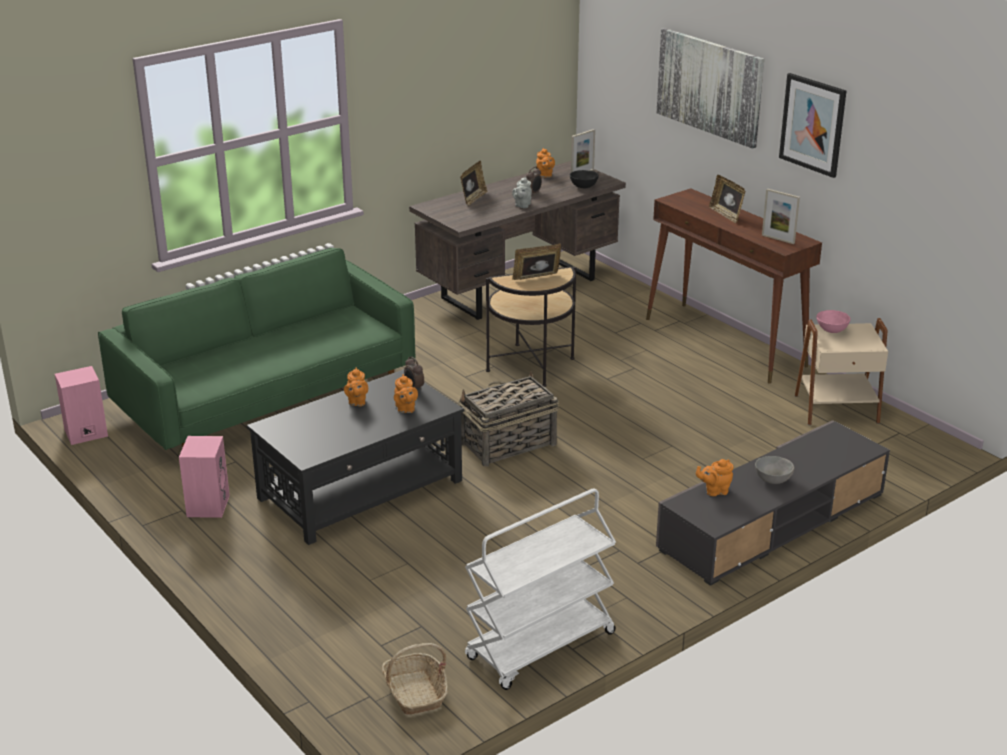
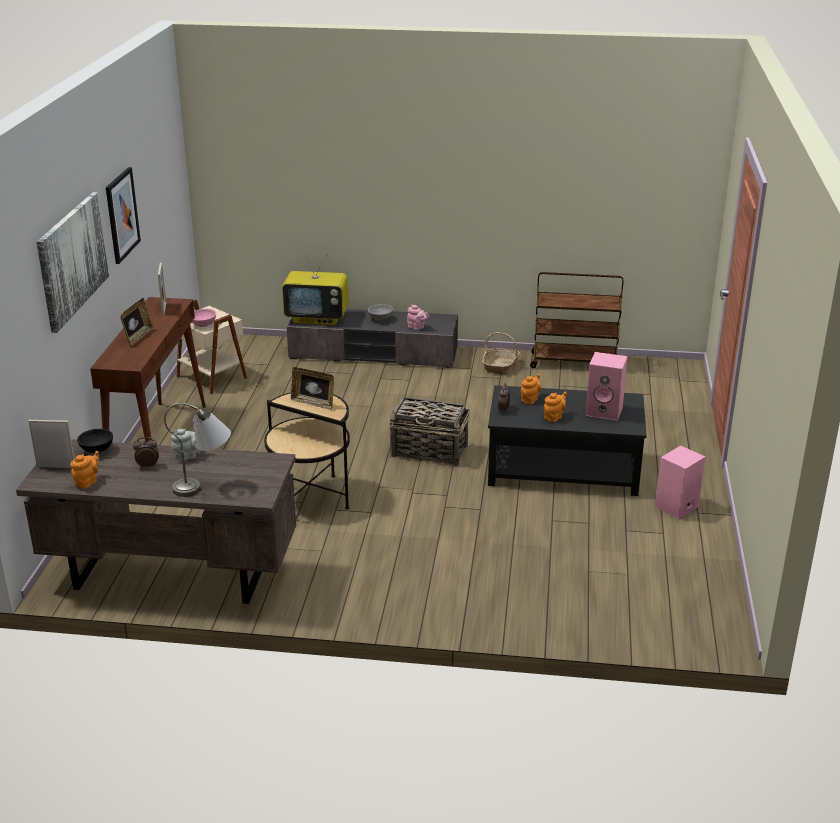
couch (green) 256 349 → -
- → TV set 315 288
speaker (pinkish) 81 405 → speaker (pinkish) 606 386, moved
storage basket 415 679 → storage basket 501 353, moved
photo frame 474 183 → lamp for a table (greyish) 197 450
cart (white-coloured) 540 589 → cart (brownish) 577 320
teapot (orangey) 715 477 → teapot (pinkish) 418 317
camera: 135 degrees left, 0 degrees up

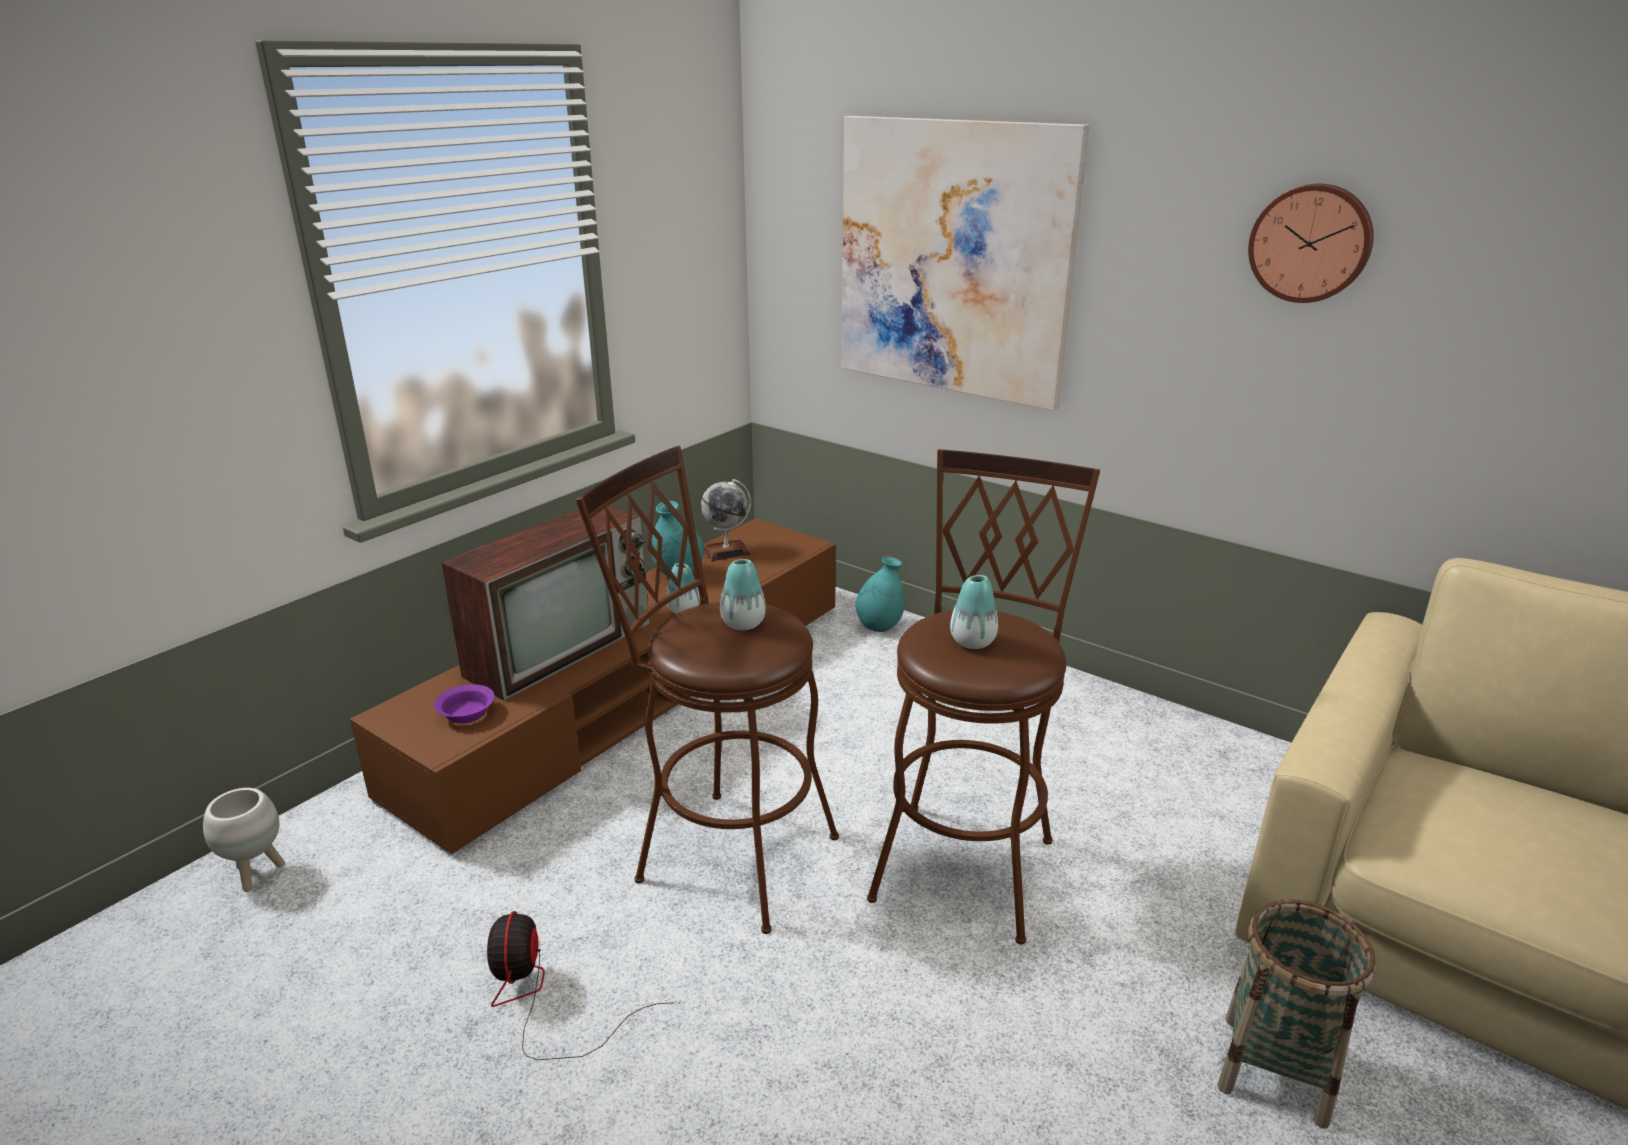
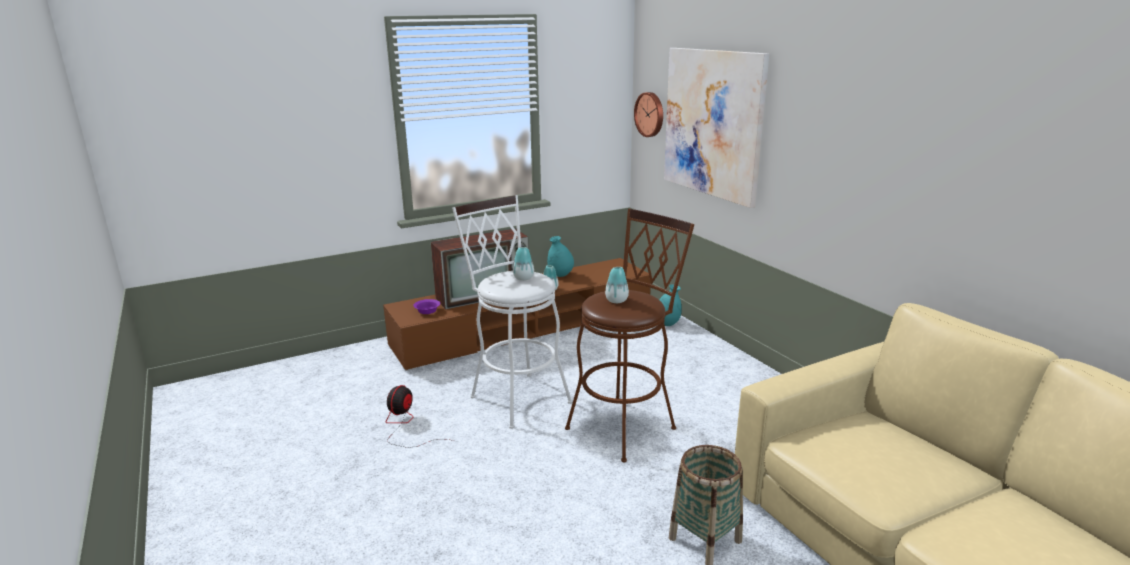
flower pot (white-coloured) 244 840 → -
globe 726 520 → -
hanging clock 1311 243 → hanging clock 648 114, moved
stool (brownish) 707 690 → stool (white-coloured) 512 312
camera: 25 degrees right, 5 degrees down

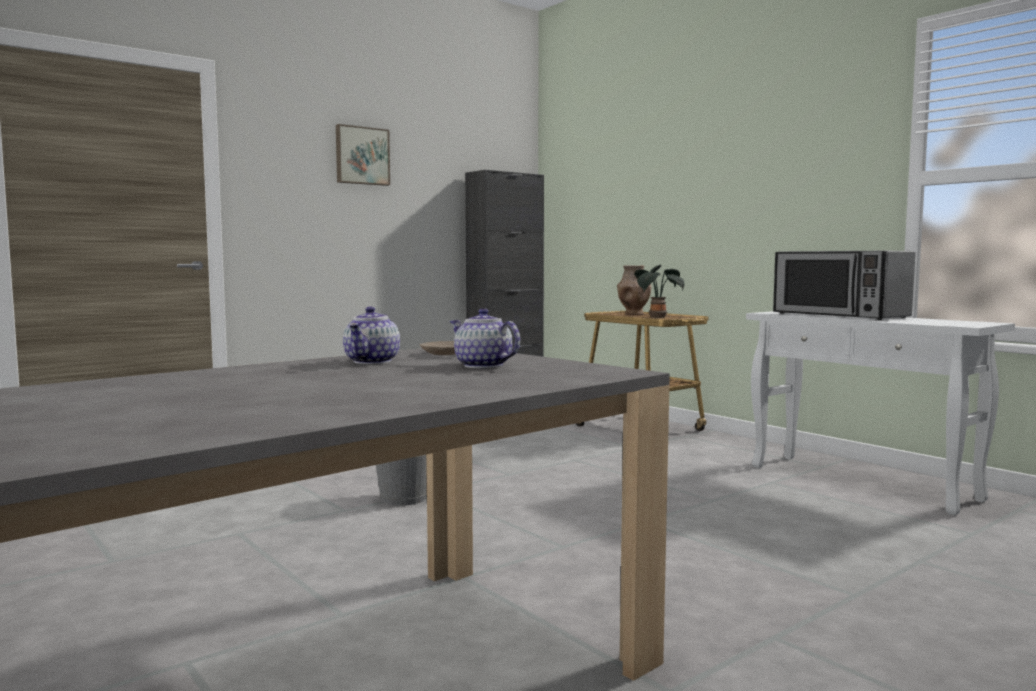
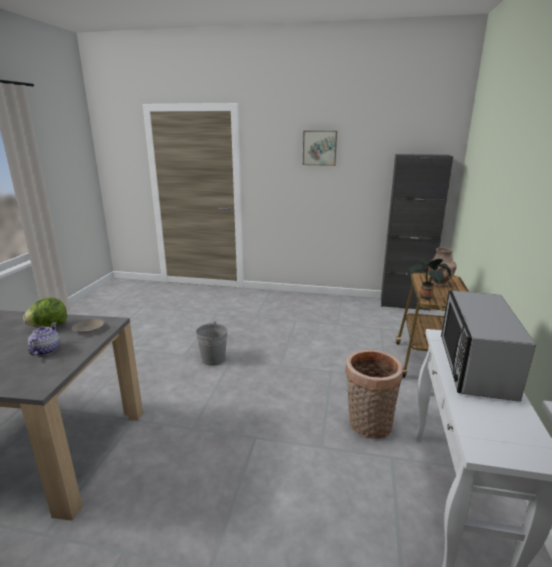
- → storage basket 374 394
teapot 371 335 → lettuce head 45 312
camera: 50 degrees right, 15 degrees up

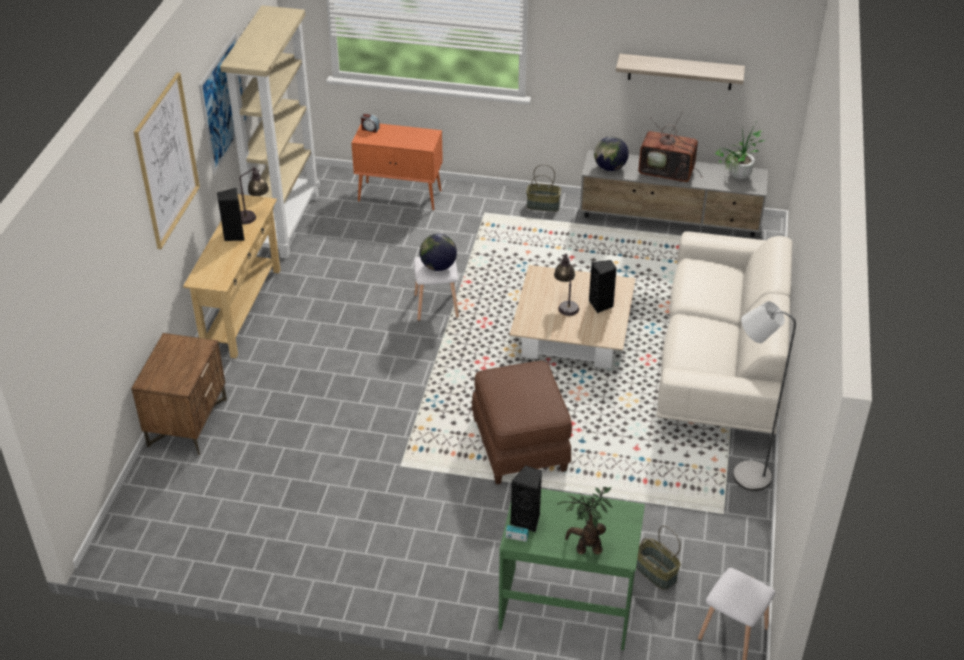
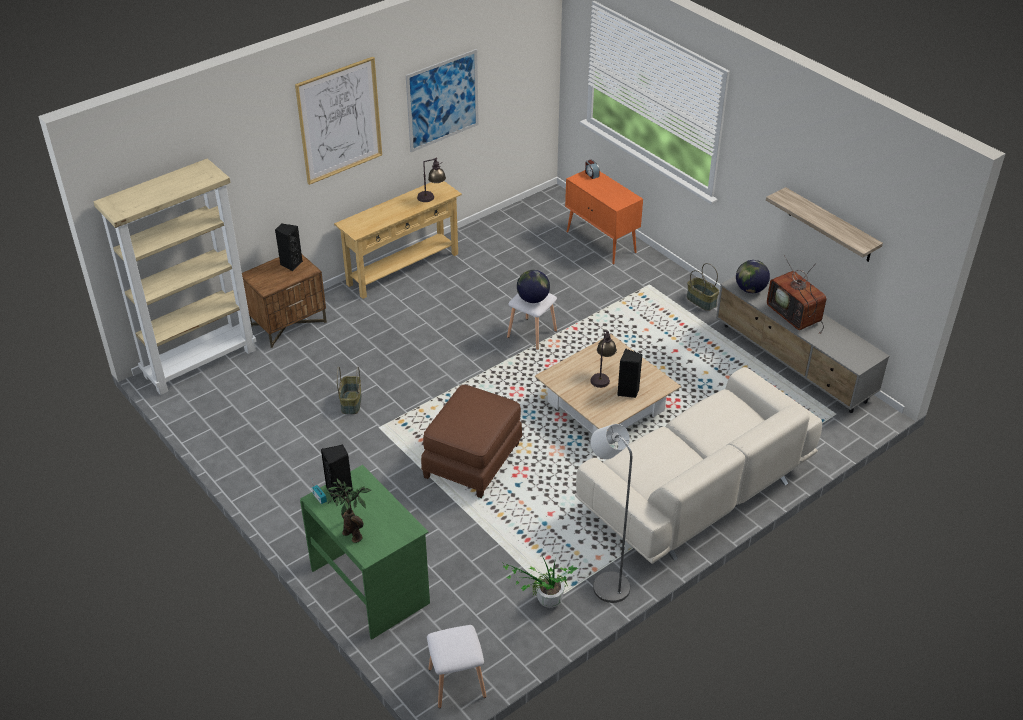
speaker (black) 231 214 → speaker (black) 289 247, moved
bookcase (beige-coloured) 270 132 → bookcase (beige-coloured) 175 277, moved
storage basket 658 558 → storage basket 349 390, moved
plant in a pot 739 151 → plant in a pot 540 582, moved
camera: 40 degrees right, 0 degrees up

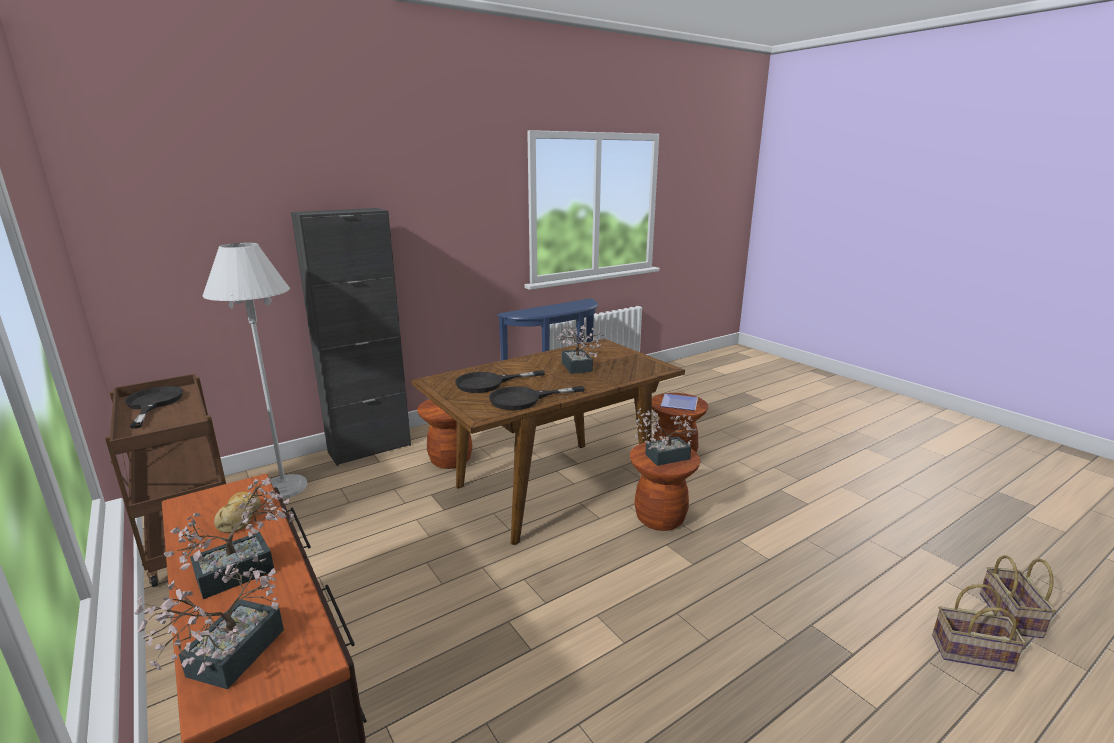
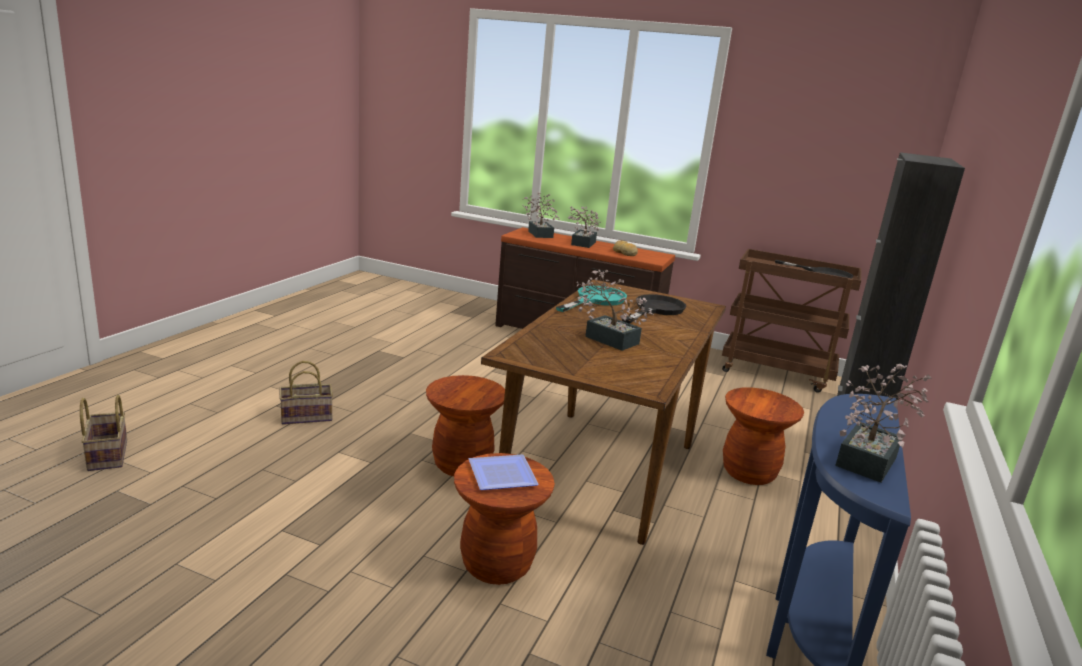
standing lamp (white-coloured) 255 371 → -
plant in a pot 666 437 → plant in a pot 883 423, moved
storage basket 979 628 → storage basket 306 393, moved
frying pan (black) 537 398 → frying pan (turquoise) 591 299
camera: 145 degrees right, 0 degrees up

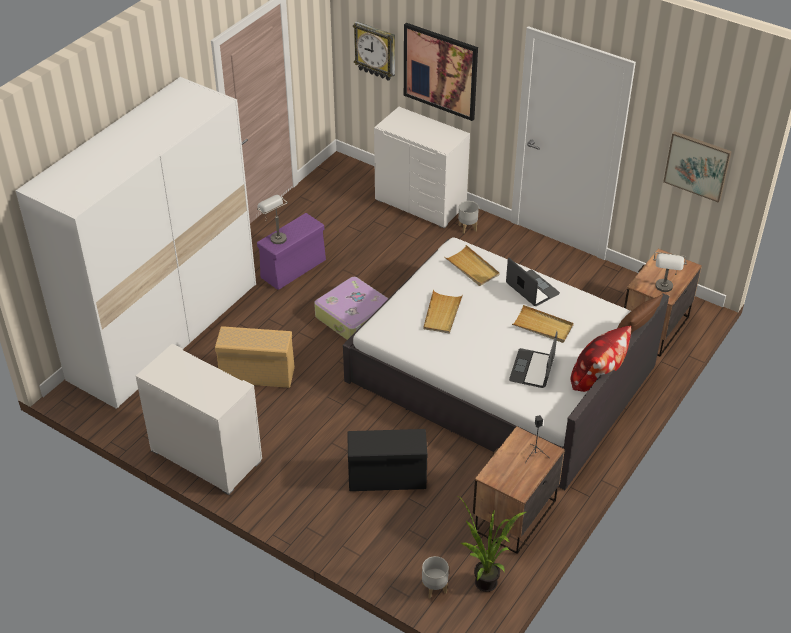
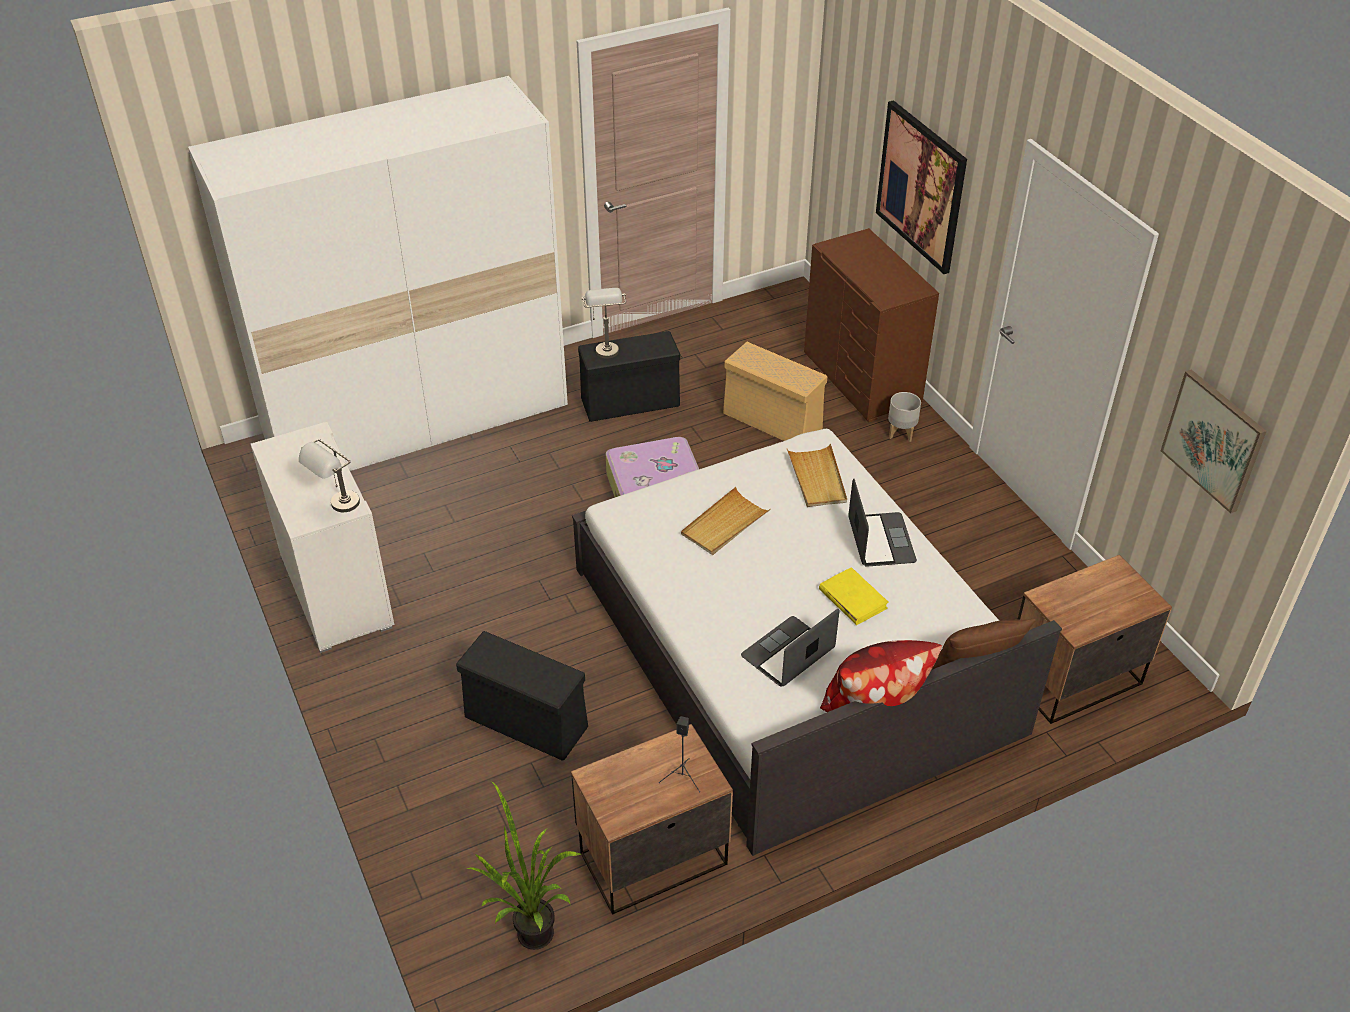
hanging clock 374 51 → -
flower pot (greyish) 435 577 → -
storage box (beige-coloured) 255 357 → storage box (beige-coloured) 775 391, moved
lamp for a table (greyish) 670 272 → lamp for a table (greyish) 329 475, moved
serving tray (beige-coloured) 543 324 → book (yellow-coloured) 854 596
storage box (purple-coloured) 291 251 → storage box (black) 629 376
dresser (white-coloured) 422 168 → dresser (brownish) 871 325
camera: 30 degrees right, 0 degrees up

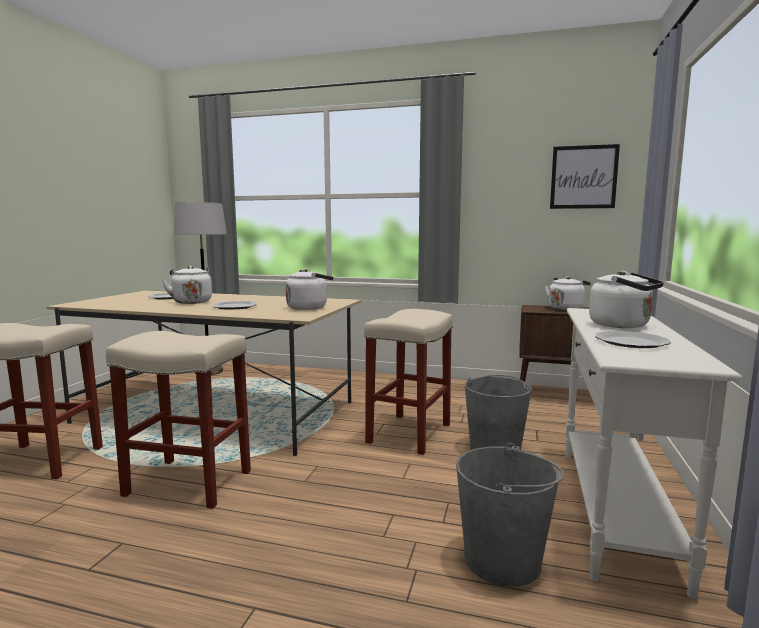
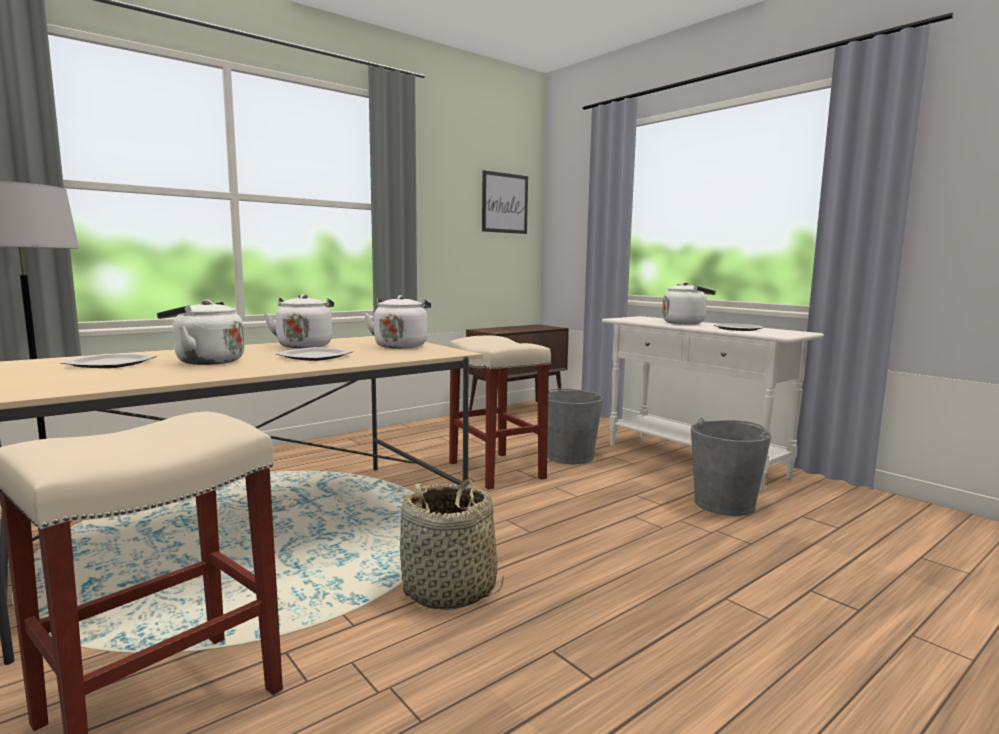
kettle (white-coloured) 567 293 → kettle (white-coloured) 299 321, moved
stool (beige-coloured) 178 420 → storage basket 452 544
camera: 55 degrees left, 0 degrees up

